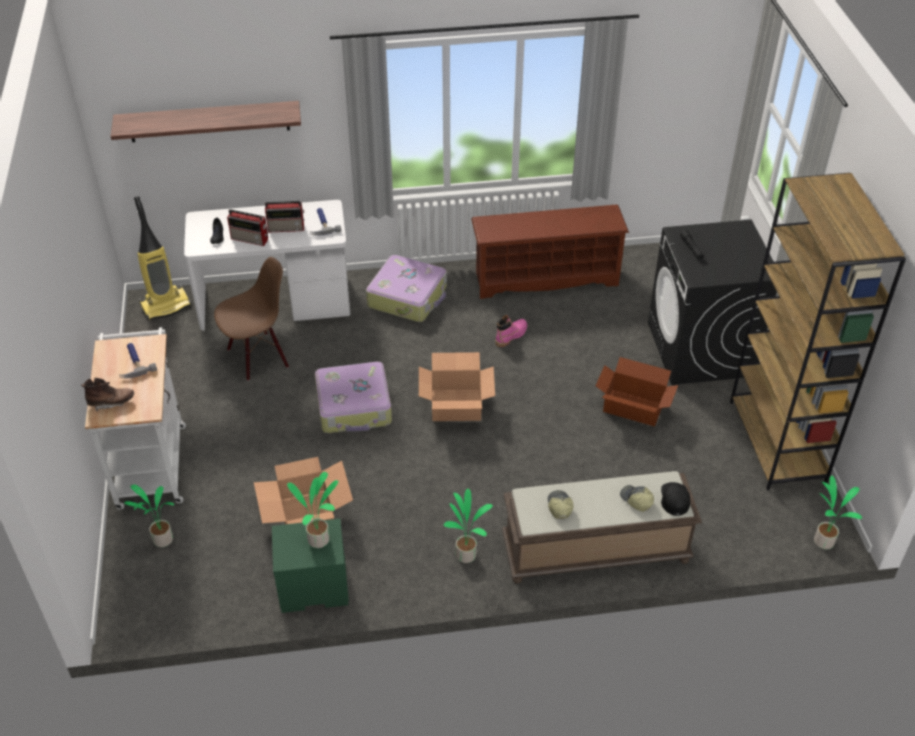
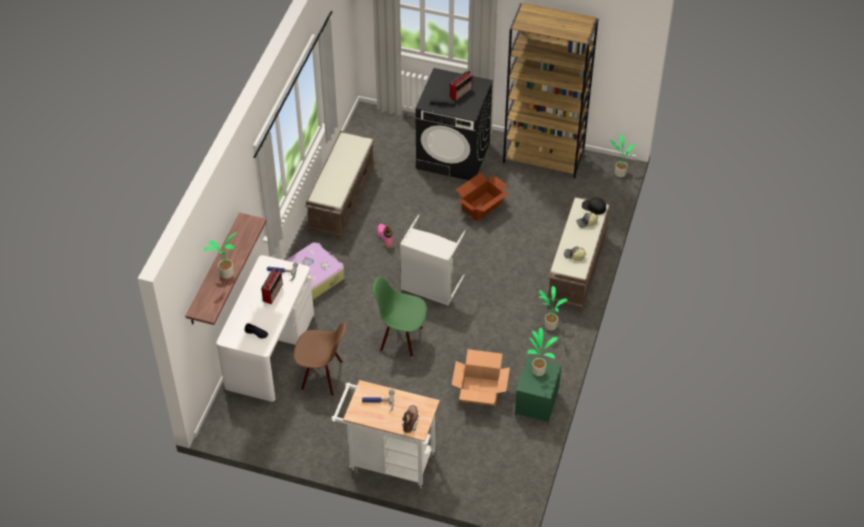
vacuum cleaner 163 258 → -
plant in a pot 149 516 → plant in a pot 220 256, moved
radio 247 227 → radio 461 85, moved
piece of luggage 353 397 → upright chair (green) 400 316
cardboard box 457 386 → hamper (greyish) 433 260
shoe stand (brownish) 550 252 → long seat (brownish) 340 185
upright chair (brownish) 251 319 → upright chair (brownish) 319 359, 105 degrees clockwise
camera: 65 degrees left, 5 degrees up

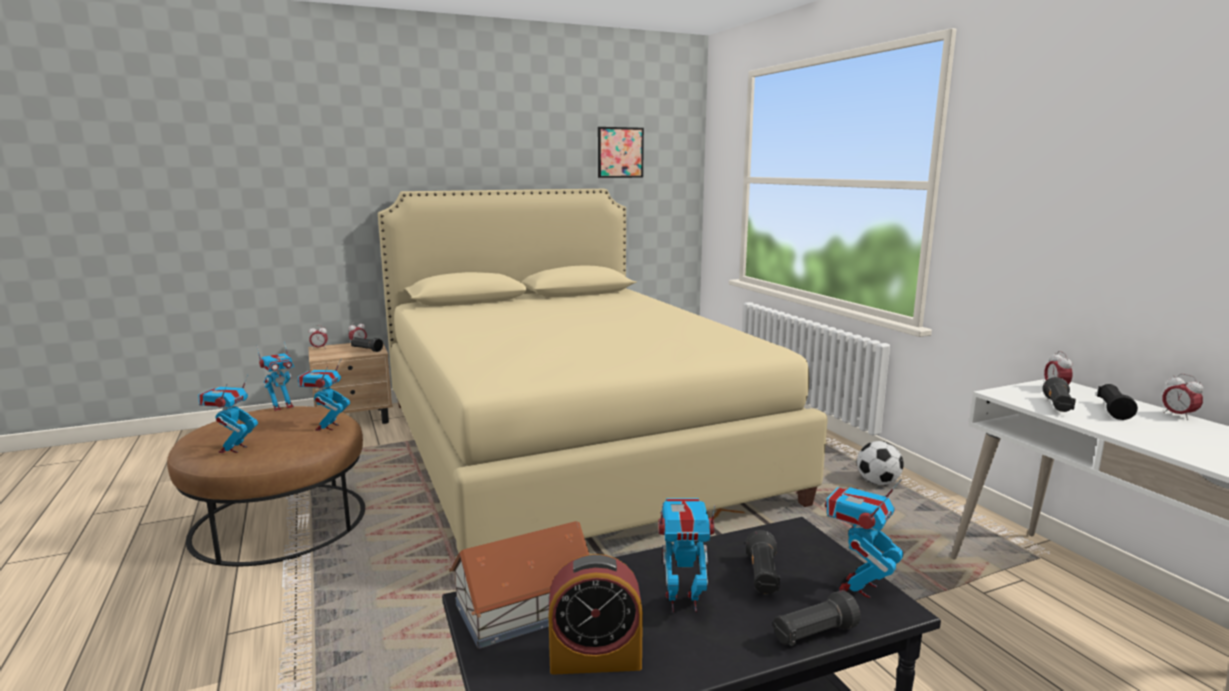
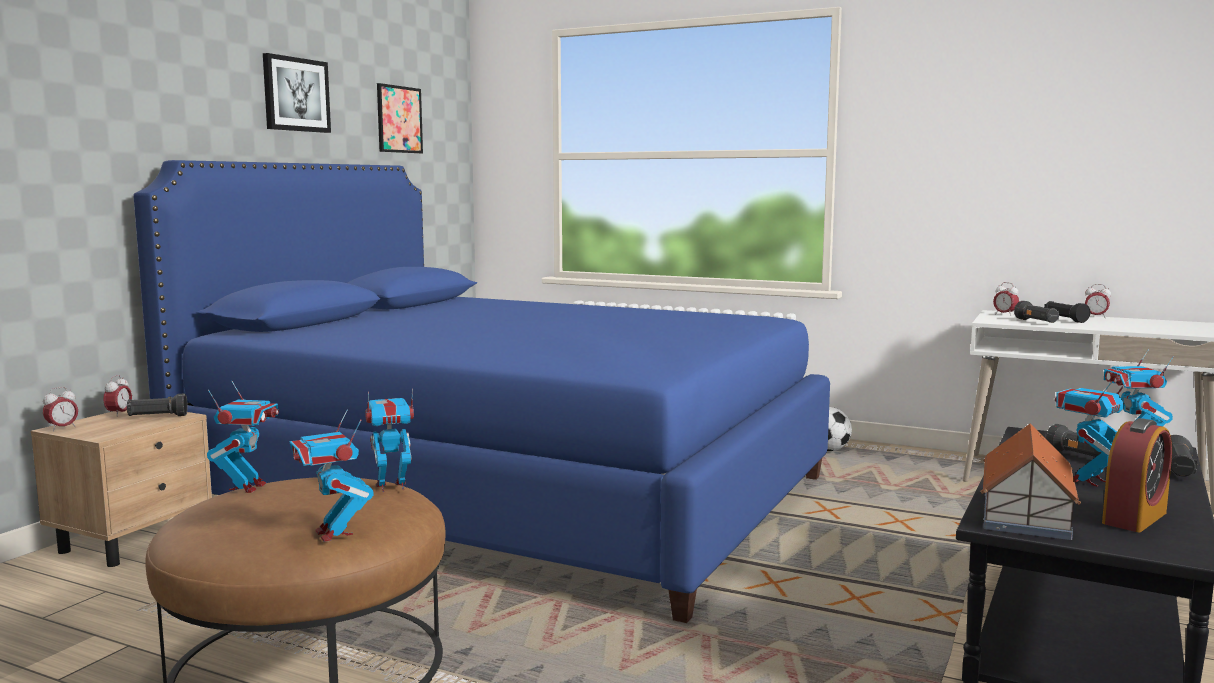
- → wall picture 297 93
bedroom bed (beige-coloured) 603 371 → bedroom bed (blue) 481 391
model robot 324 394 → model robot 389 441, 105 degrees clockwise
camera: 40 degrees left, 5 degrees down

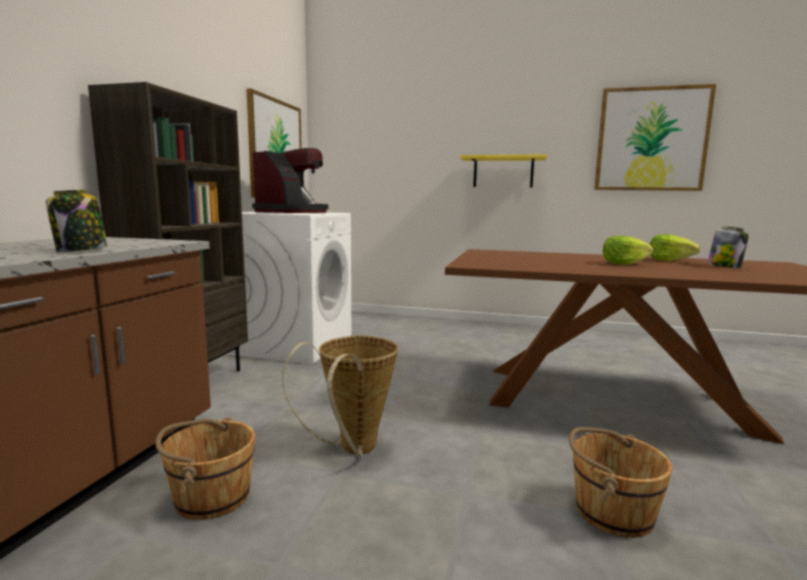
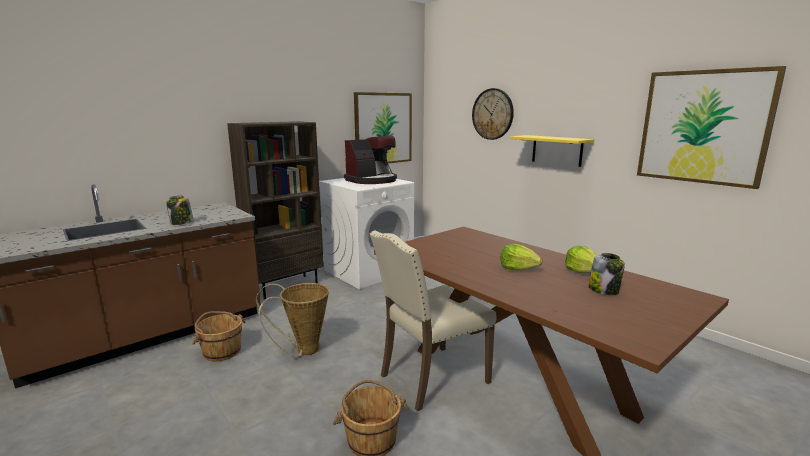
- → upright chair (beige-coloured) 433 320
- → hanging clock 493 114
camera: 35 degrees right, 5 degrees up

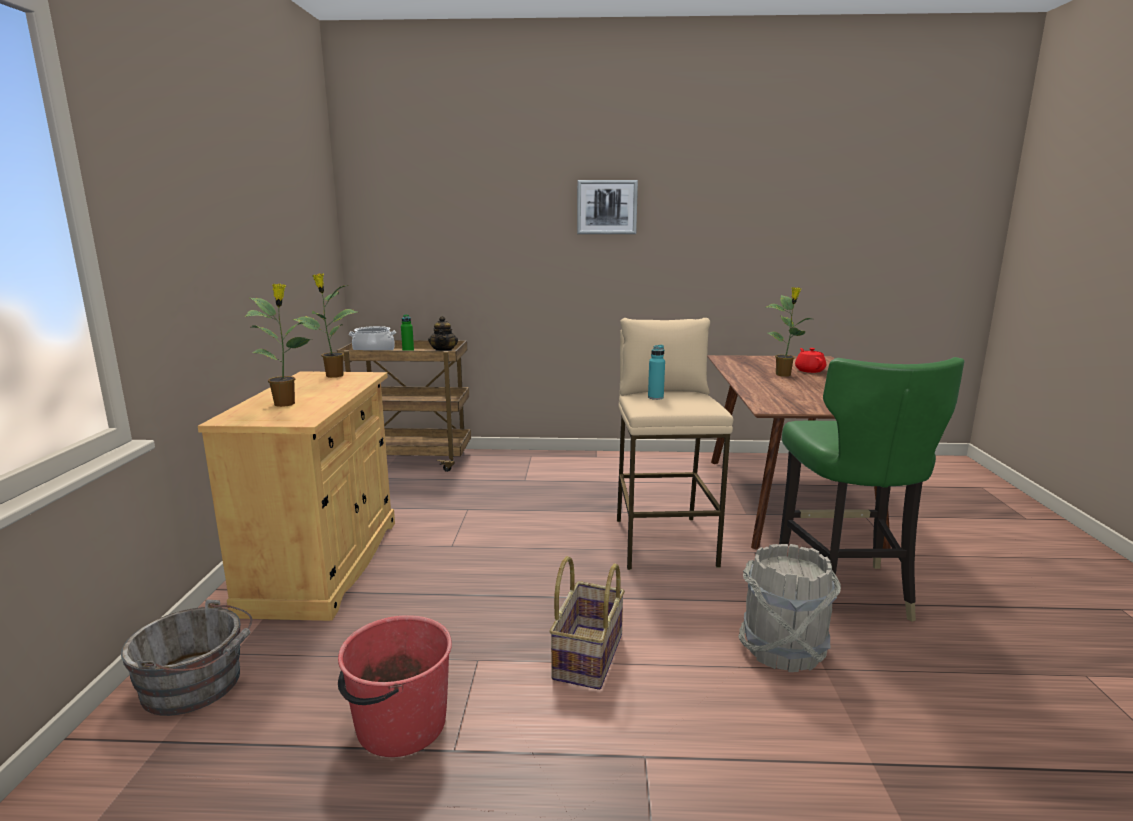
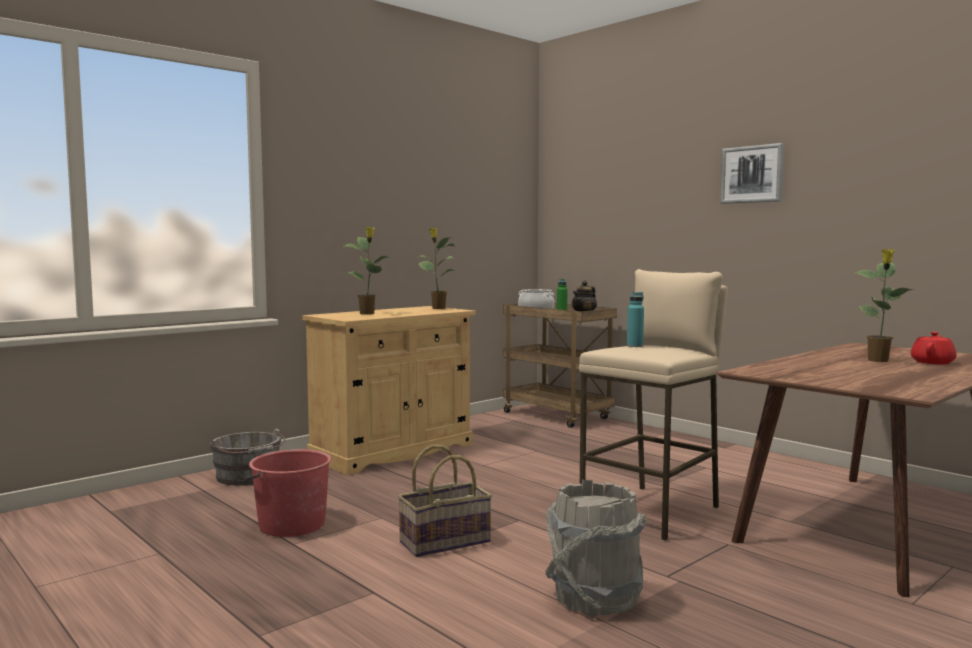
upright chair (green) 871 489 → -
camera: 45 degrees right, 10 degrees down

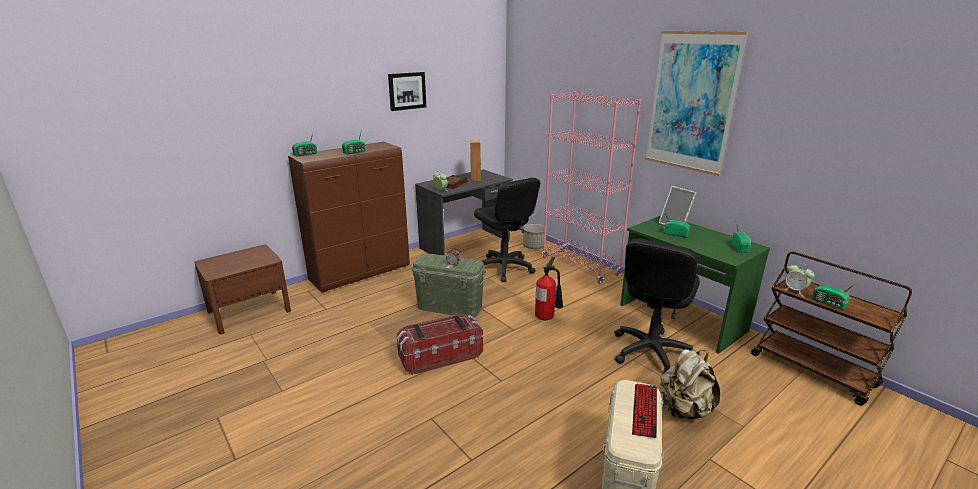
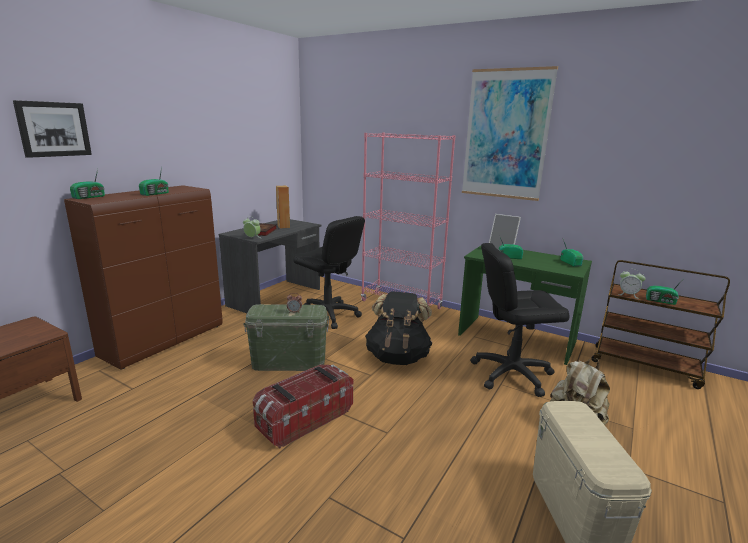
flower pot 535 236 → -
computer keyboard 644 411 → -
wall picture 407 91 → wall picture 52 129, moved
fire-fighting cylinder 549 288 → backpack (black) 398 328
computer chair (black) 657 305 → computer chair (black) 519 320, 75 degrees clockwise
camera: 20 degrees left, 5 degrees down

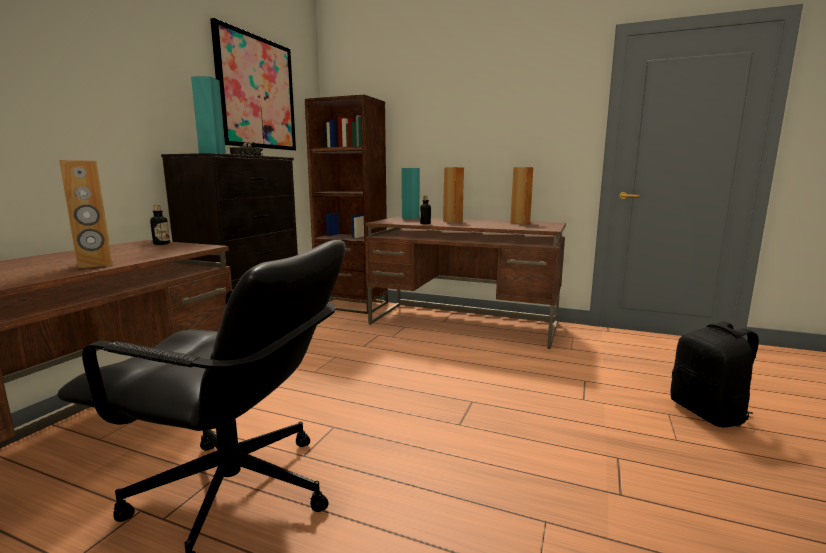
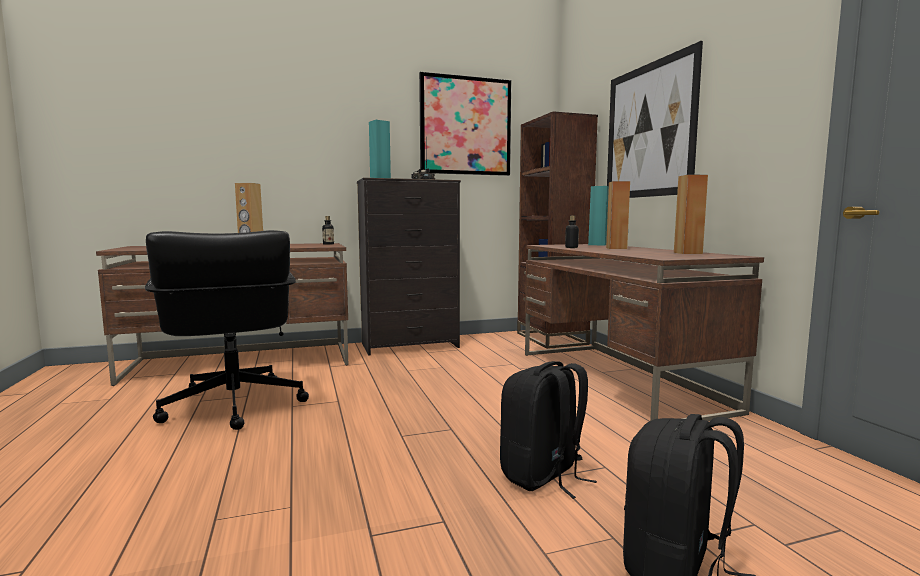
- → backpack (black) 548 430
- → wall picture 655 119
camera: 50 degrees right, 5 degrees down

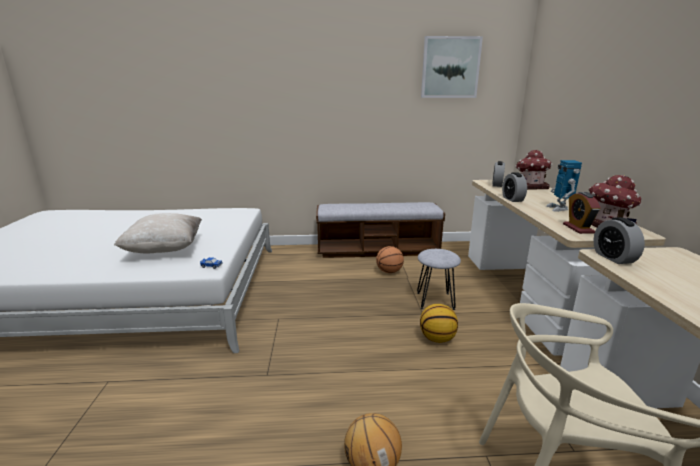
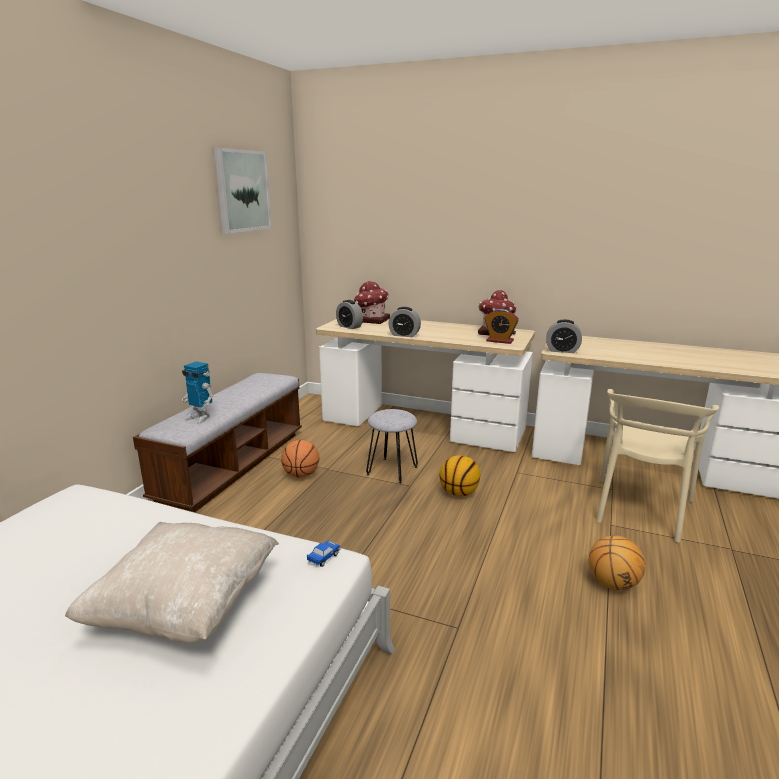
model robot 564 185 → model robot 197 392, moved
camera: 65 degrees left, 0 degrees up

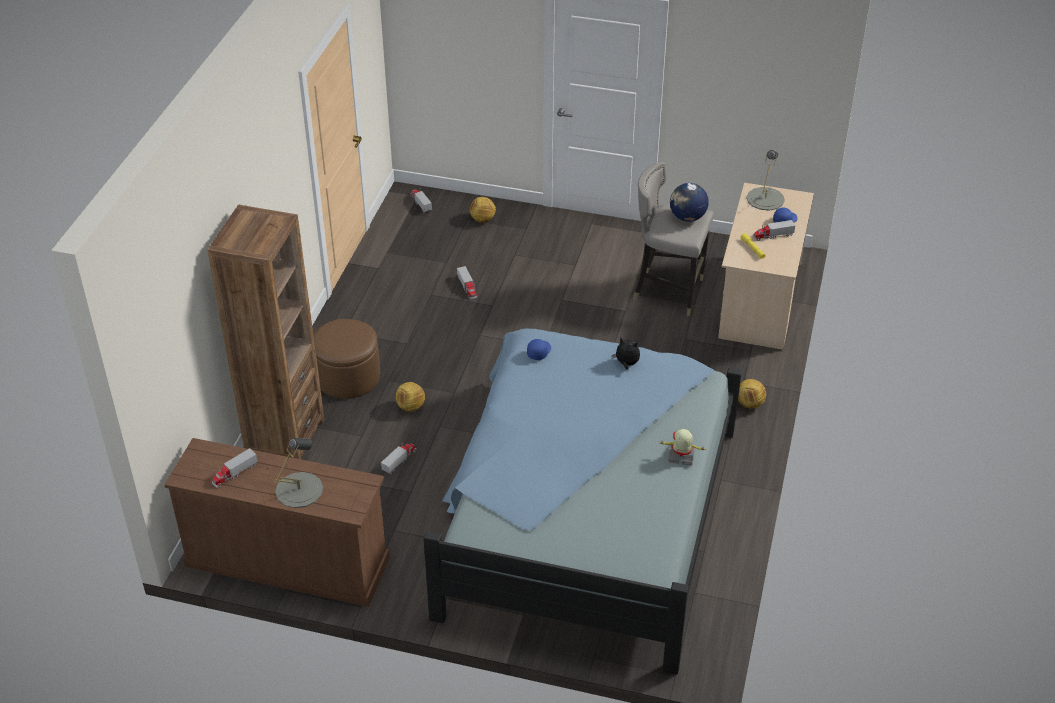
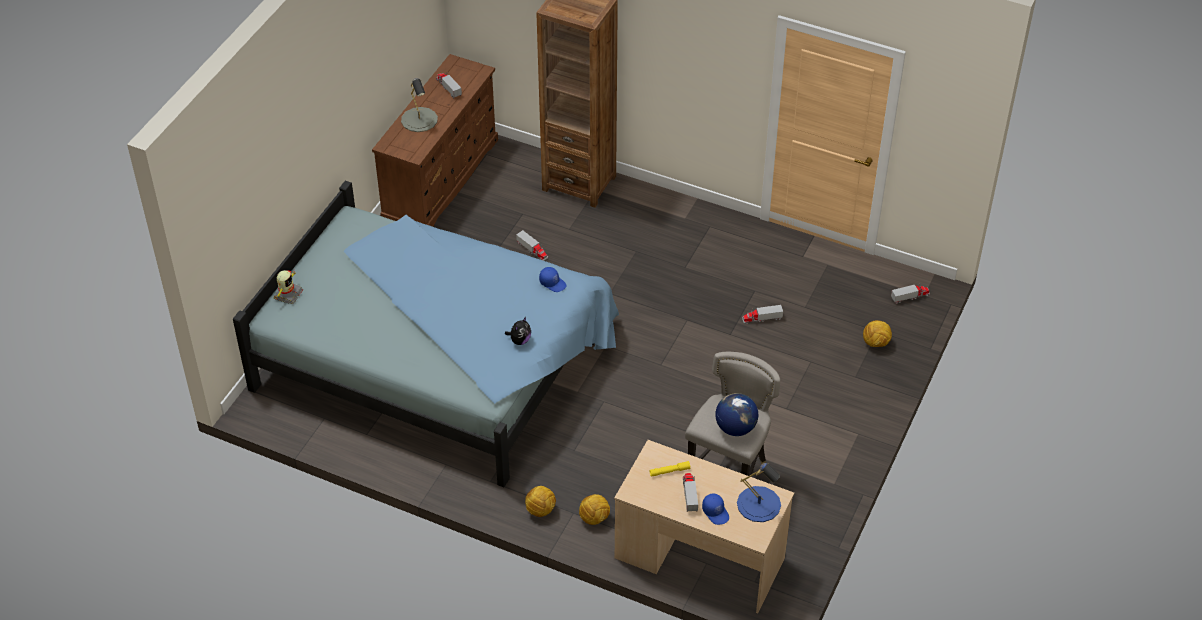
ottoman (brownish) 347 359 → -
ball for football 410 396 → ball for football 594 509, moved
model robot 682 447 → model robot 288 287, moved
lamp for a table (greyish) 765 180 → lamp for a table (blue) 759 492
camera: 100 degrees right, 5 degrees up

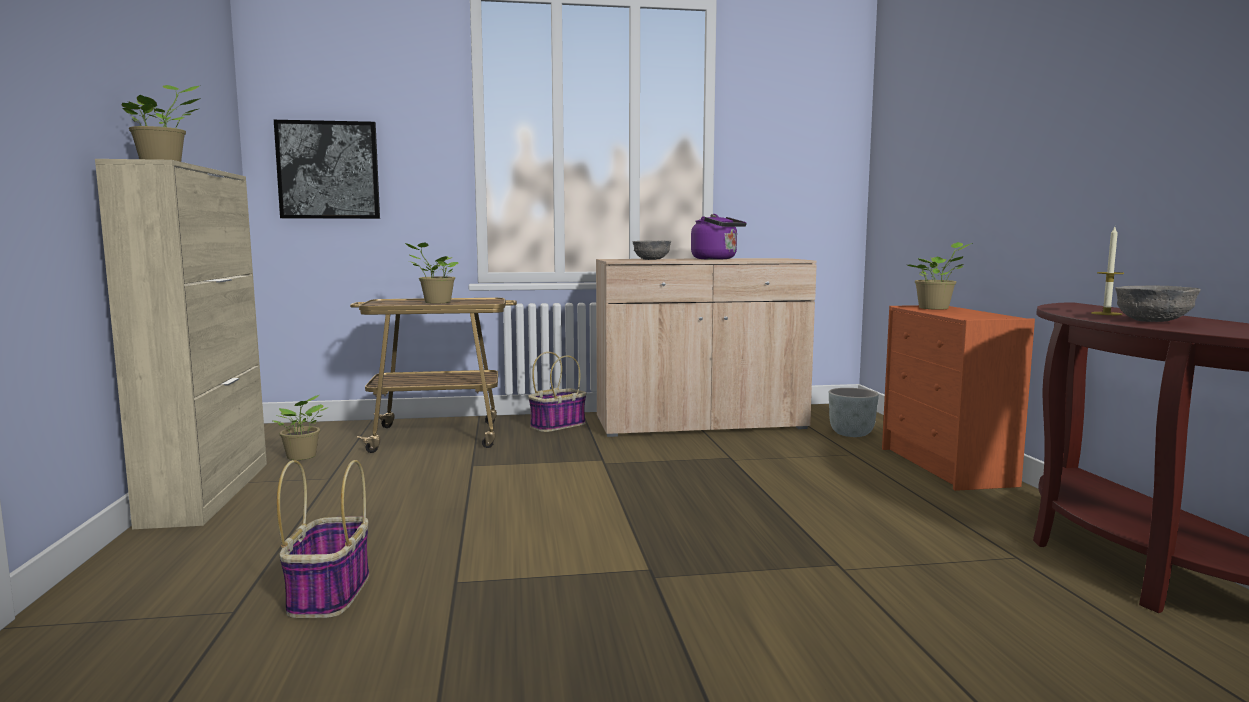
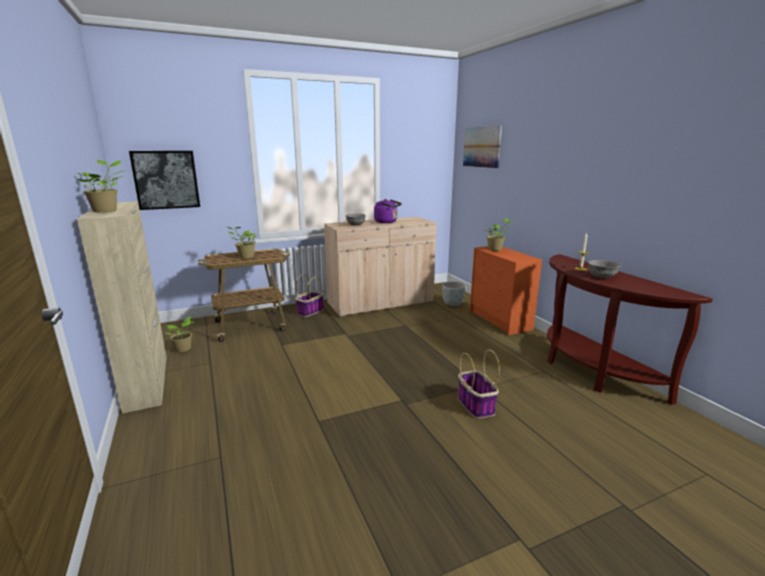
- → wall picture 482 147
storage basket 323 539 → storage basket 479 384, moved
camera: 15 degrees left, 10 degrees up

